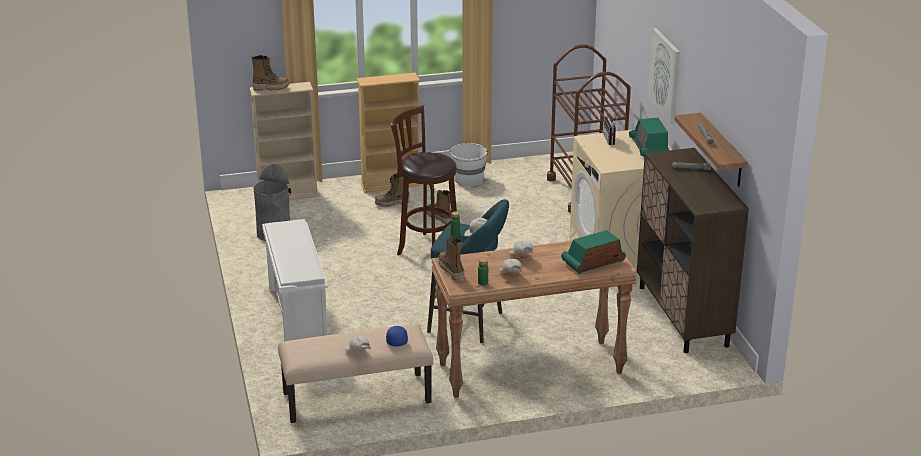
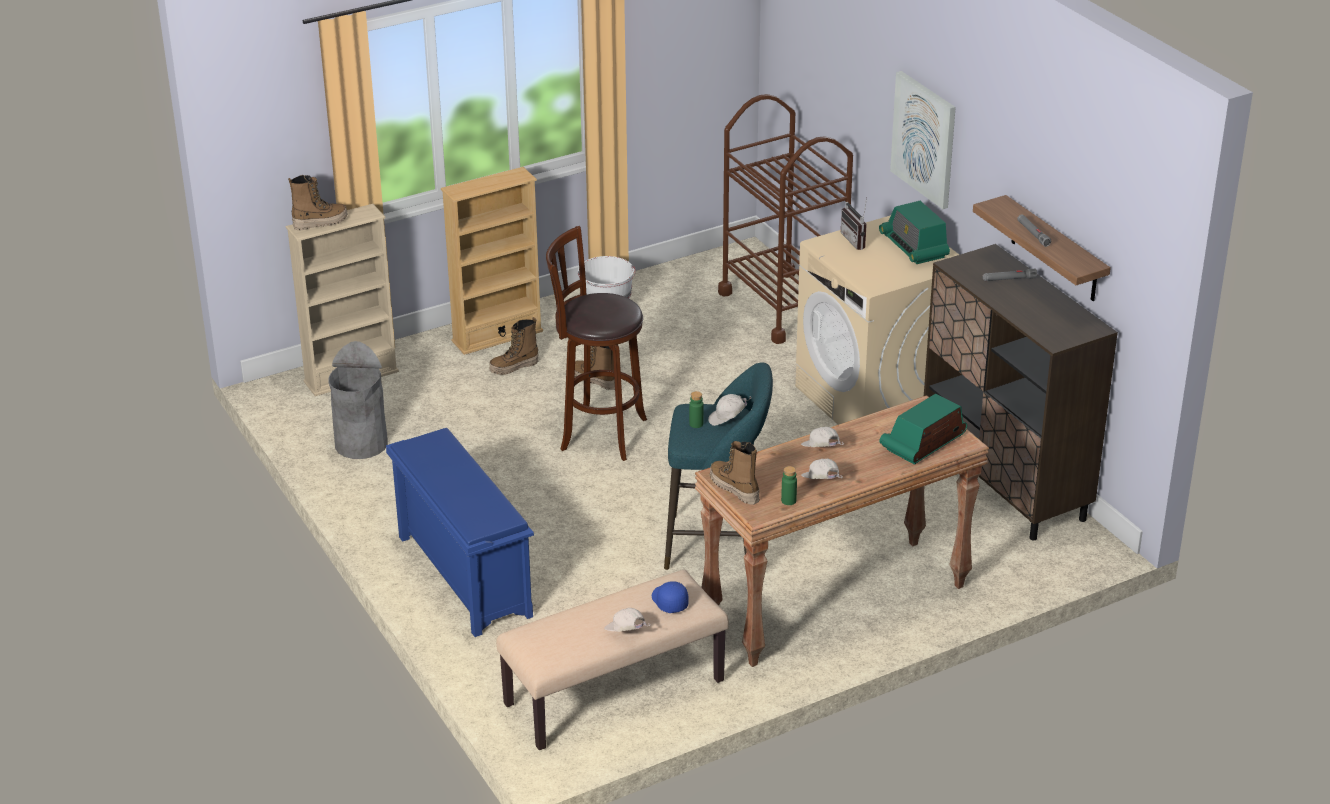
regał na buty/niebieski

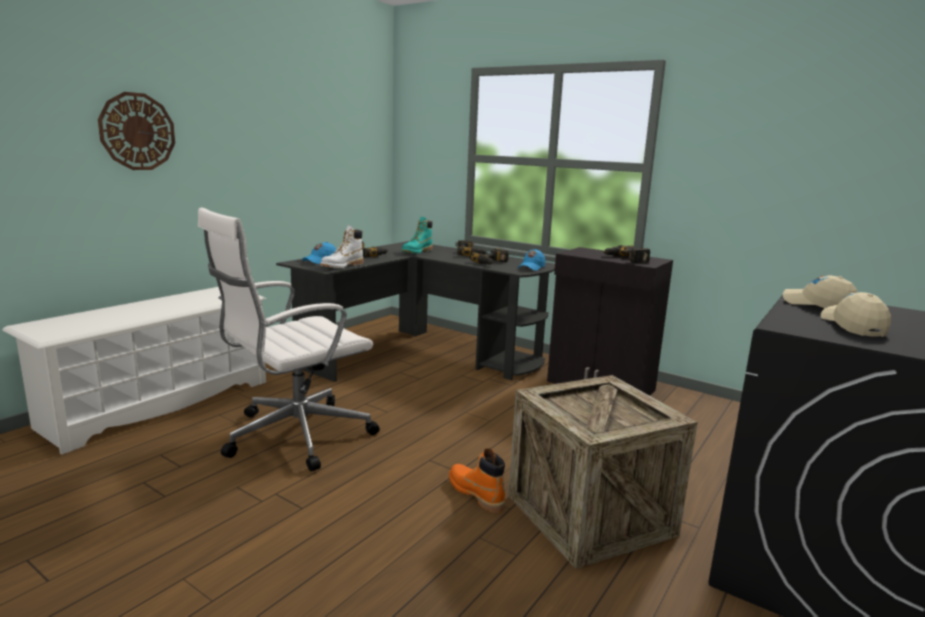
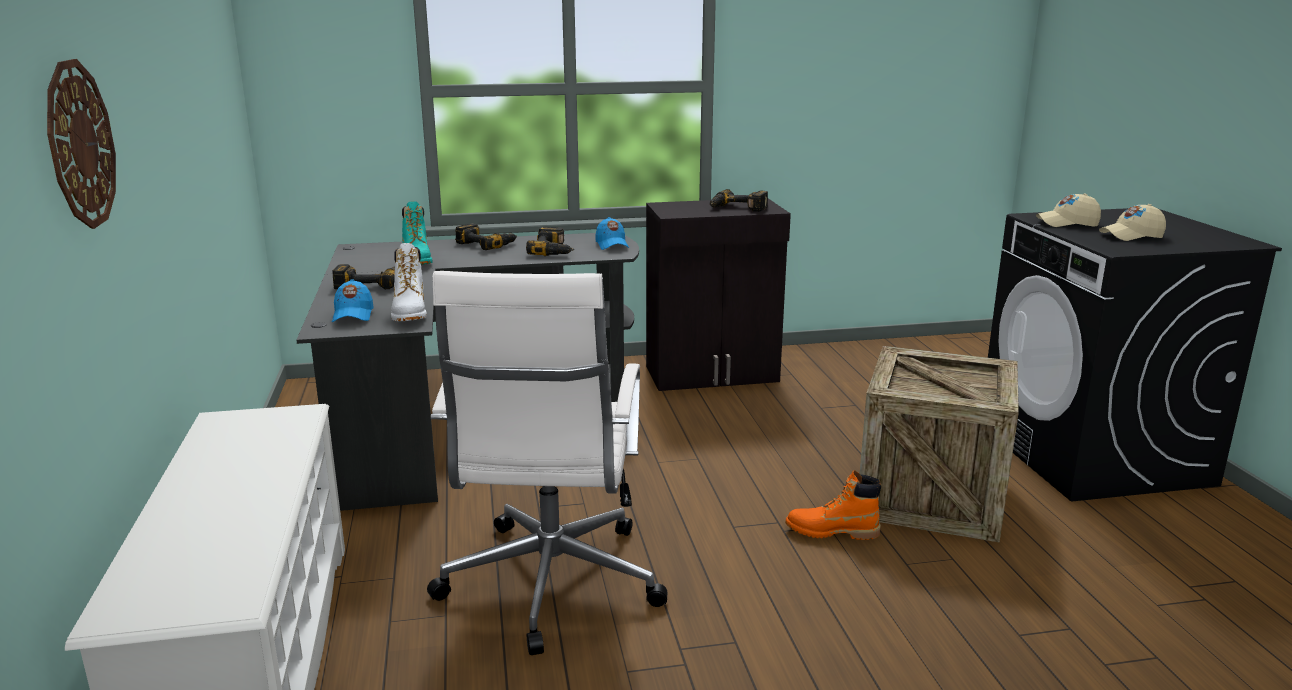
czapka z daszkiem/beżowy (2nd from left)

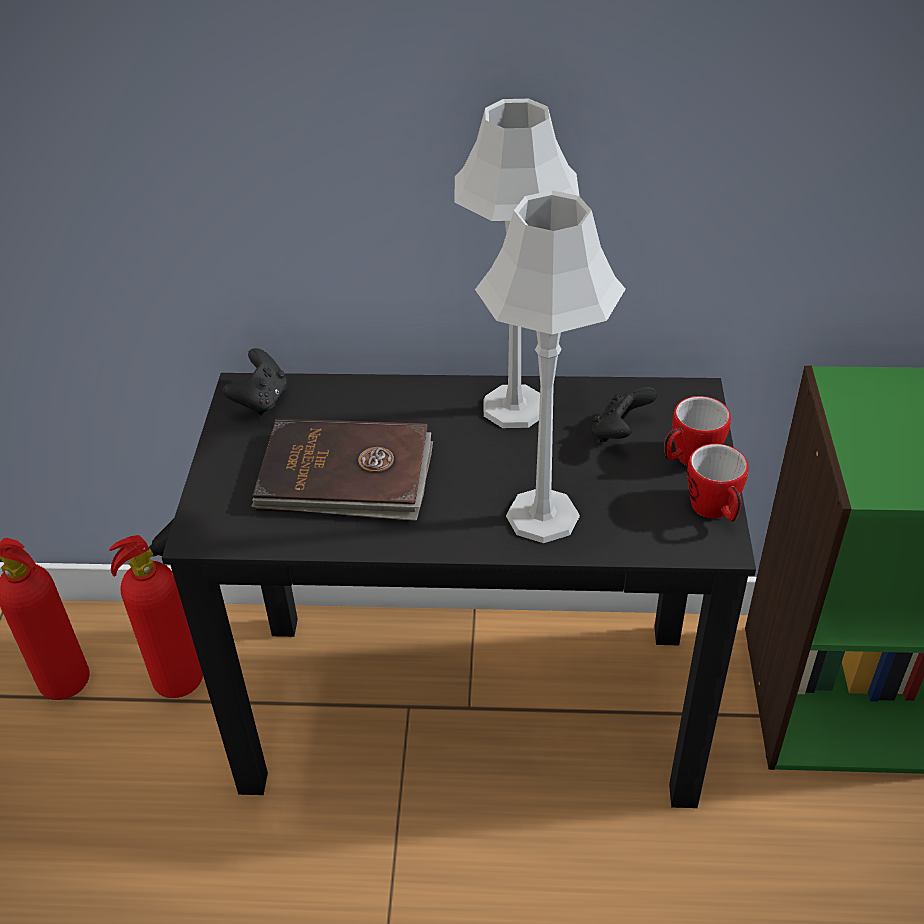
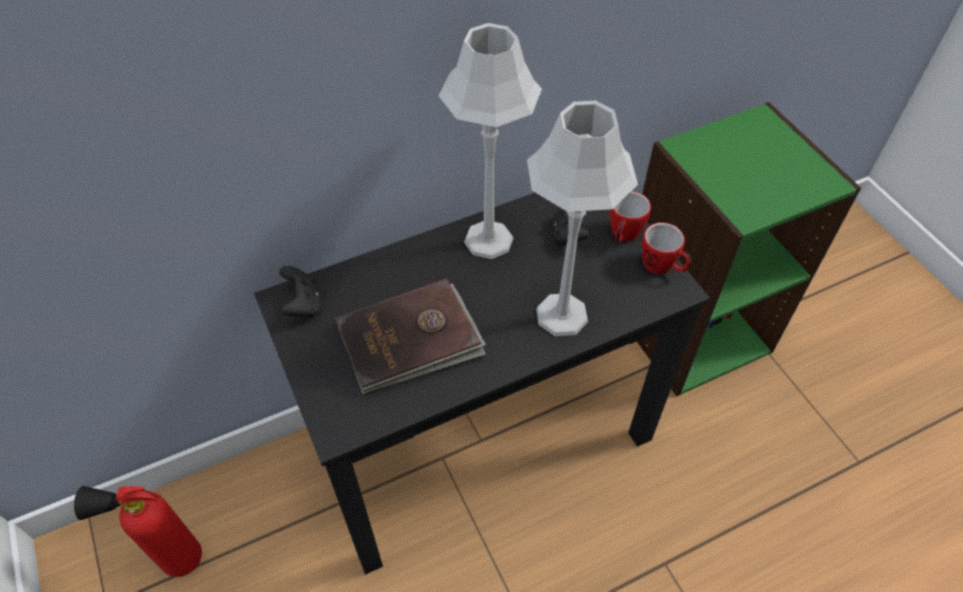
gaśnica (2nd from left in the first image)

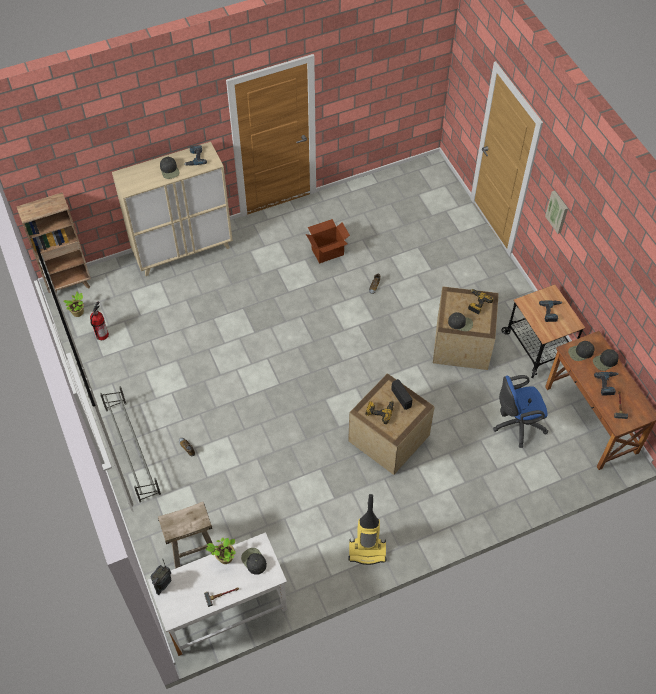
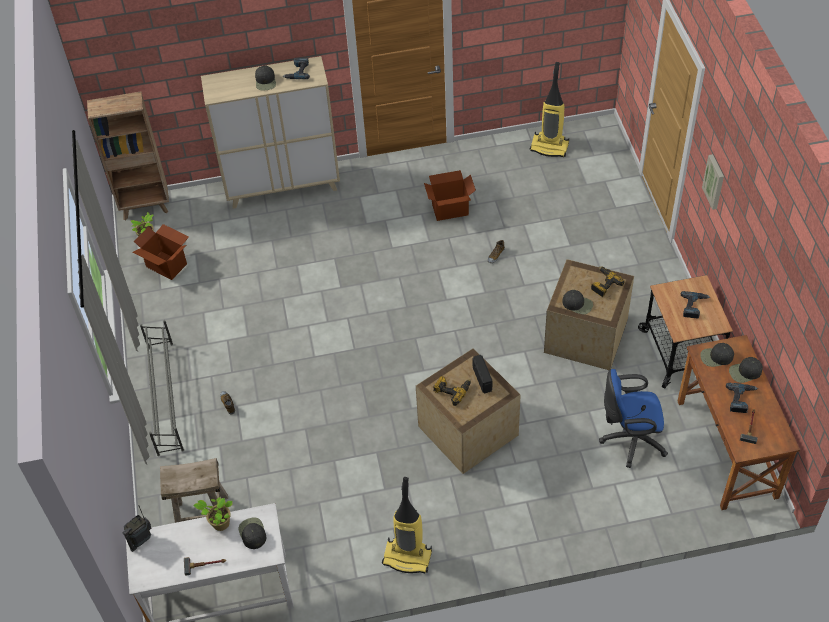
odkurzacz (2nd from left)
karton (1st from left)

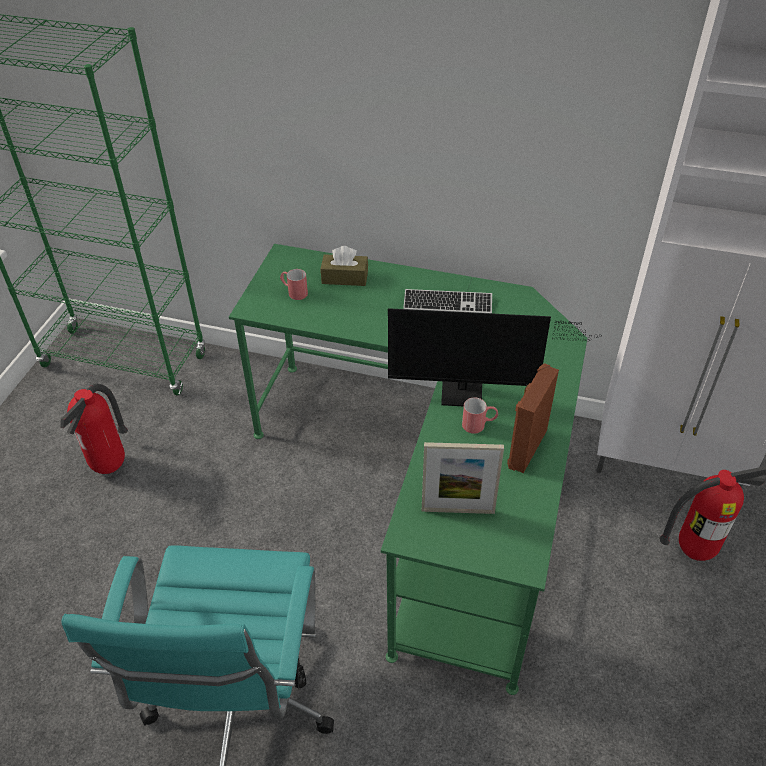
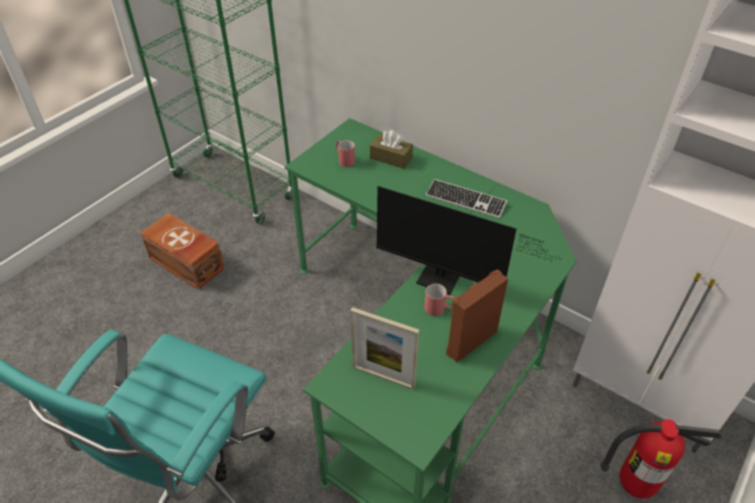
pojemnik do przechowywania/brązowy

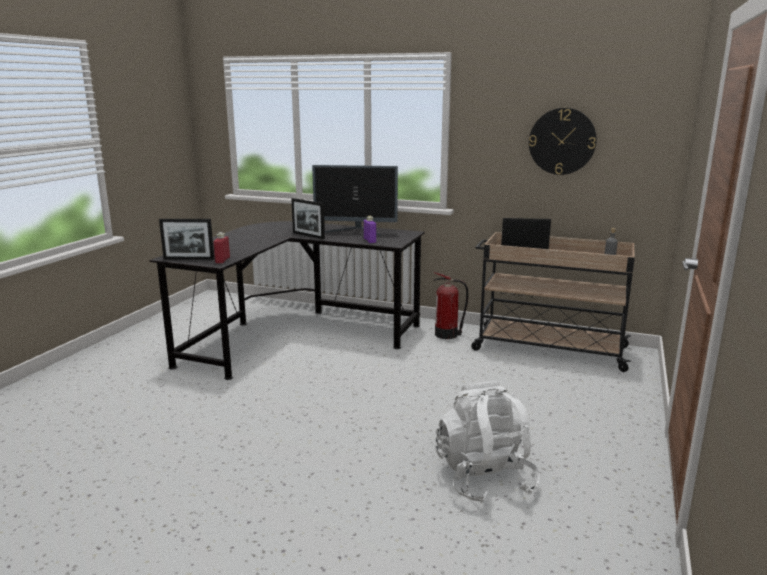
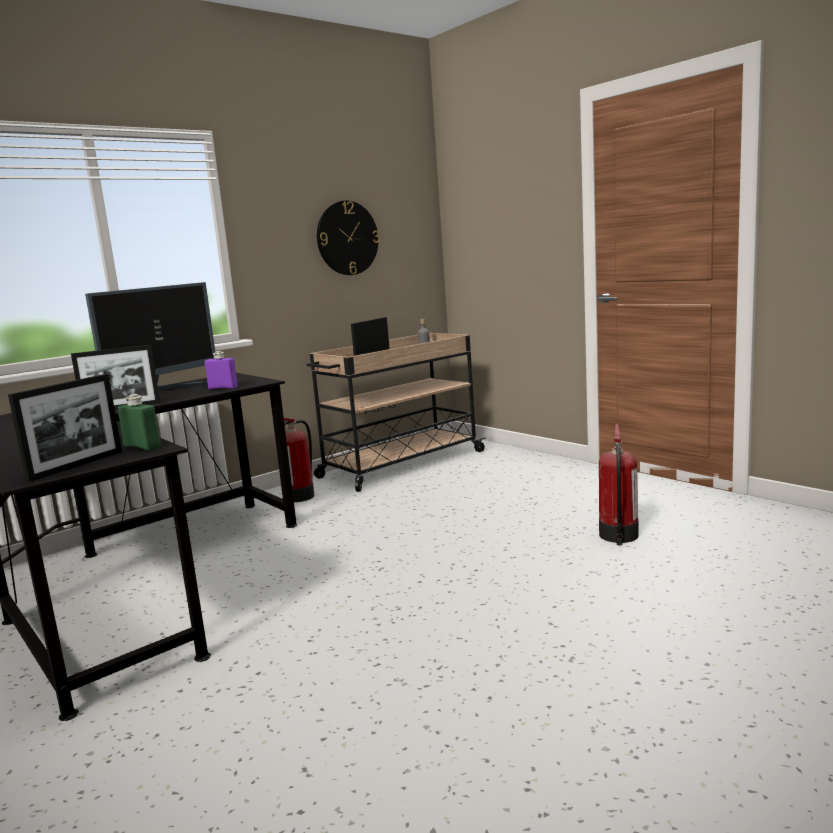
gaśnica (2nd from left)
butelka/zielony

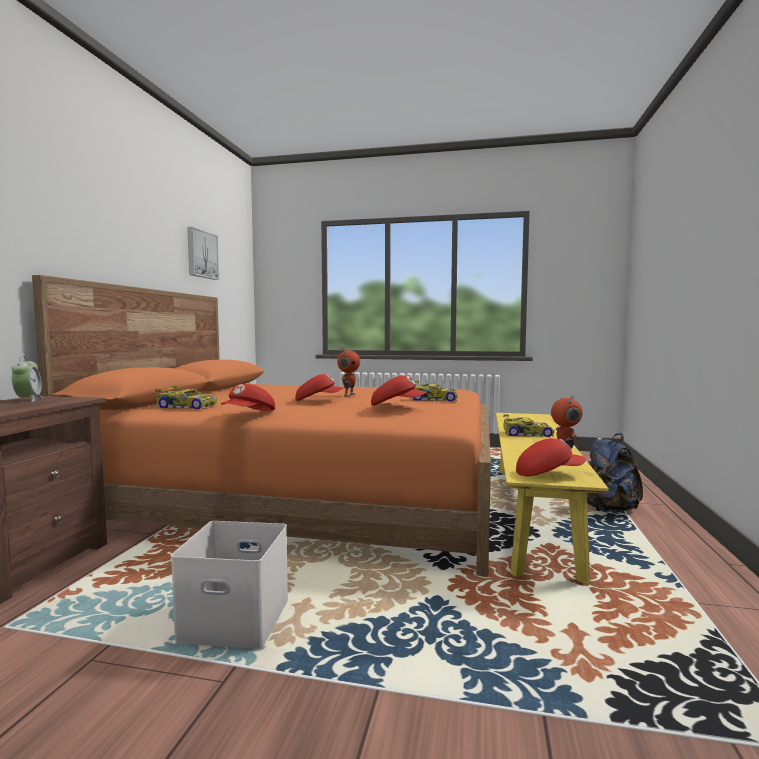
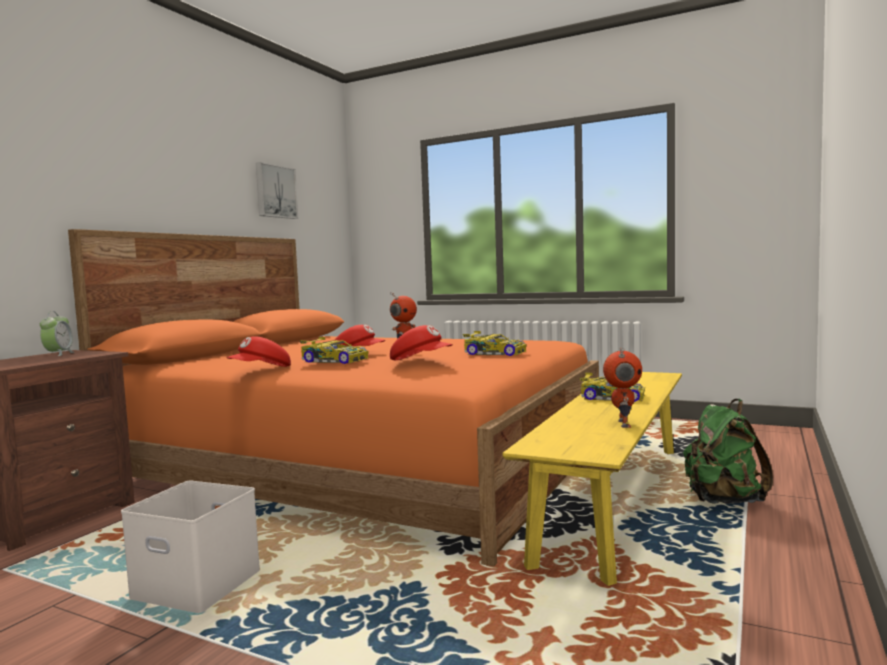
czapka z daszkiem/czerwony (4th from left in the first image)
samochodzik (1st from left)
plecak/zielony

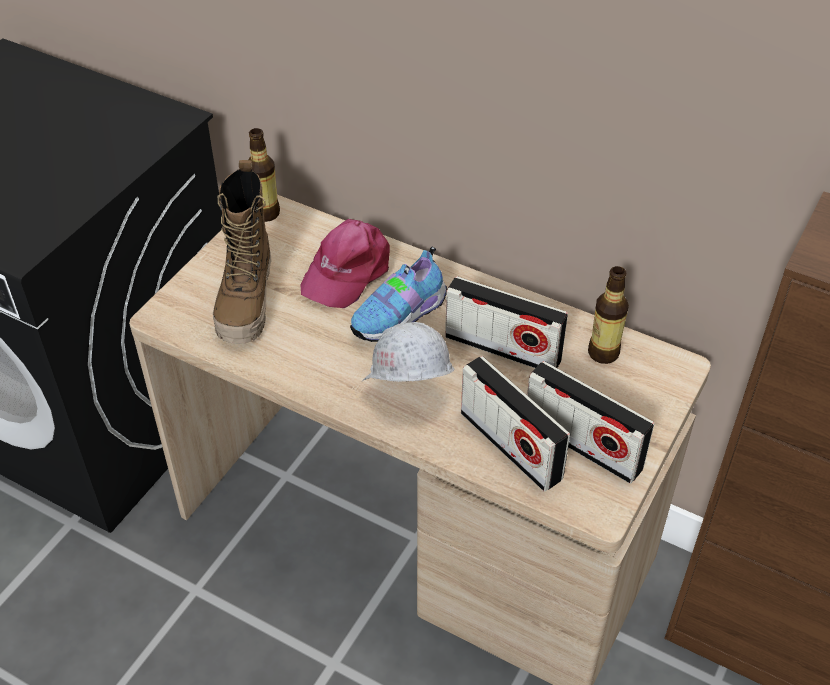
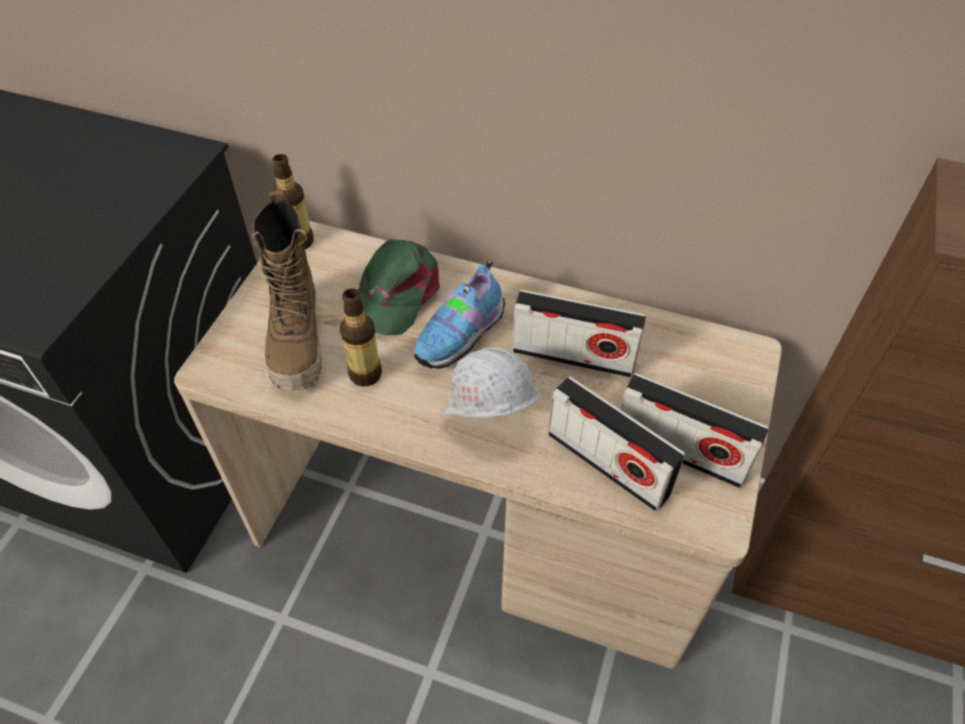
butelka (2nd from left)
czapka z daszkiem/zielony

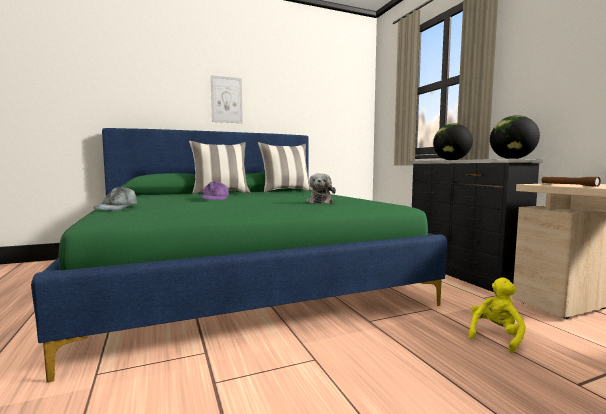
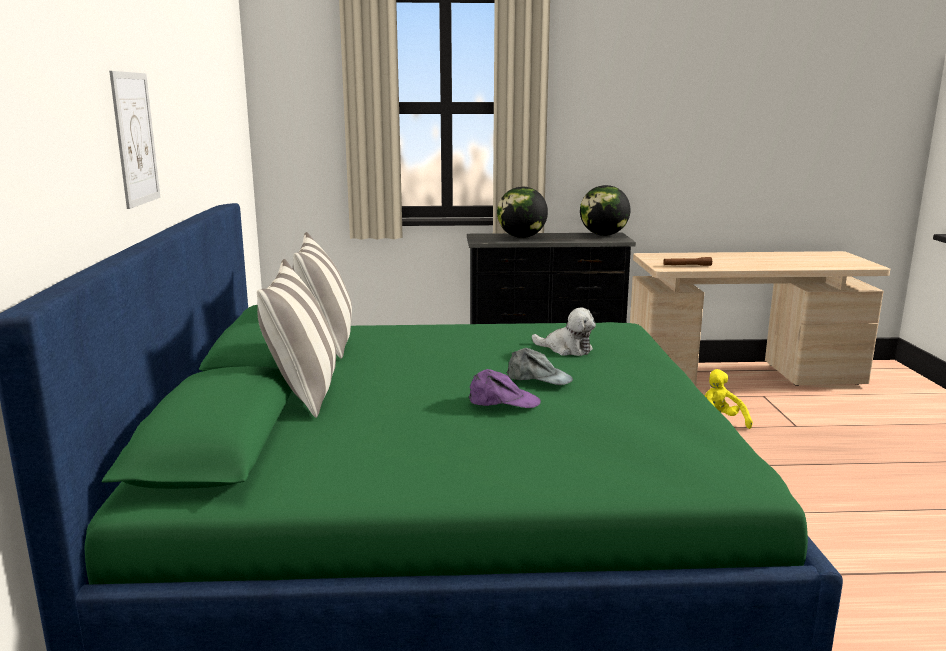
czapka z daszkiem/szary

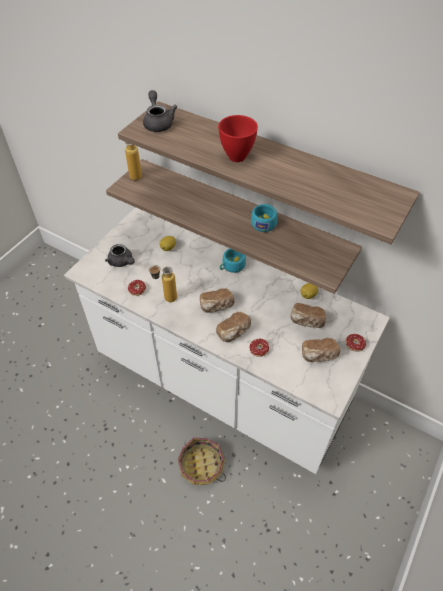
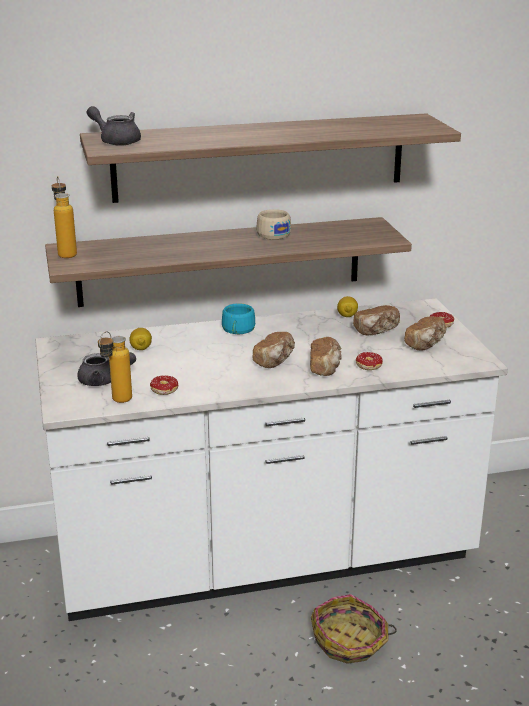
miska/czerwony
butelka (2nd from left)
filiżanka/beżowy

